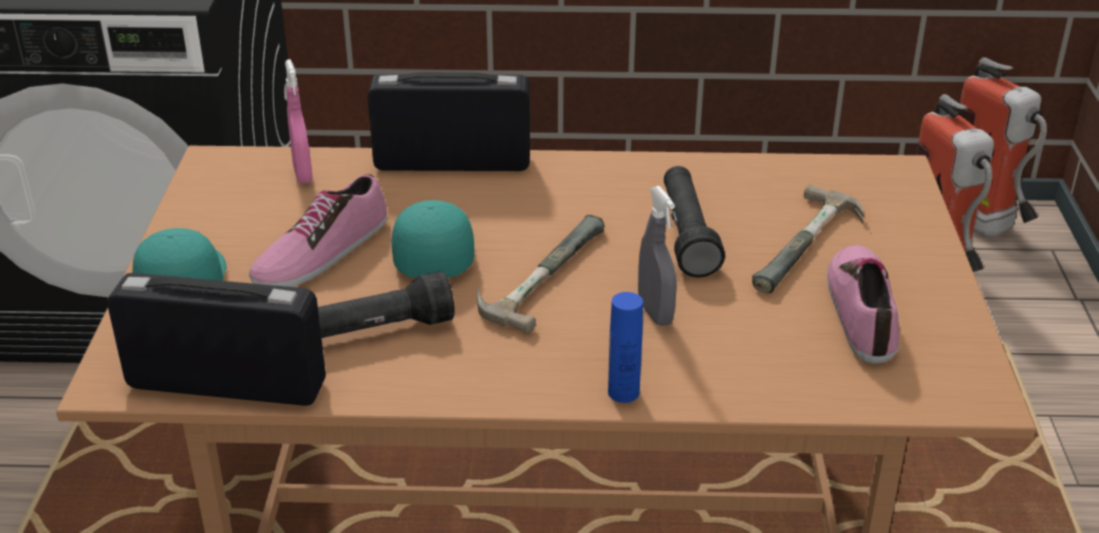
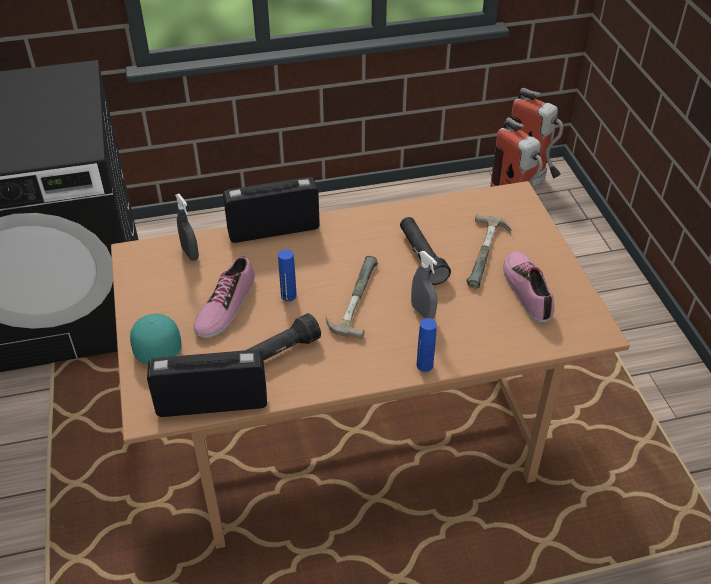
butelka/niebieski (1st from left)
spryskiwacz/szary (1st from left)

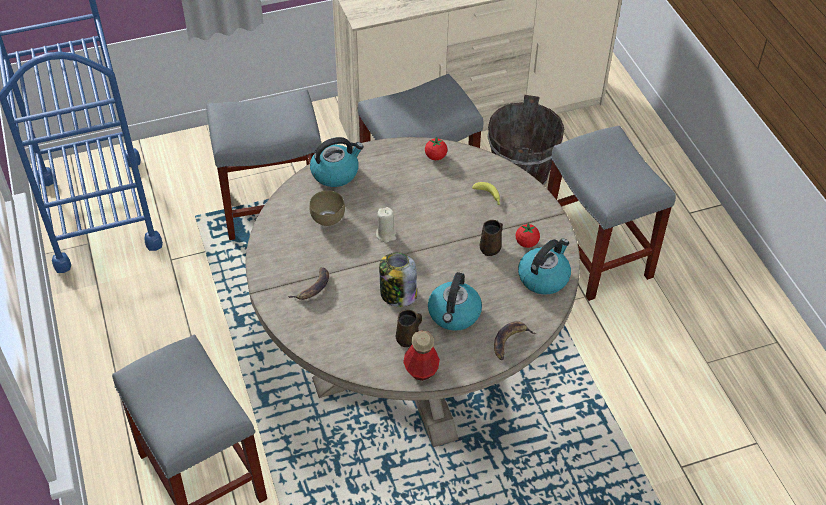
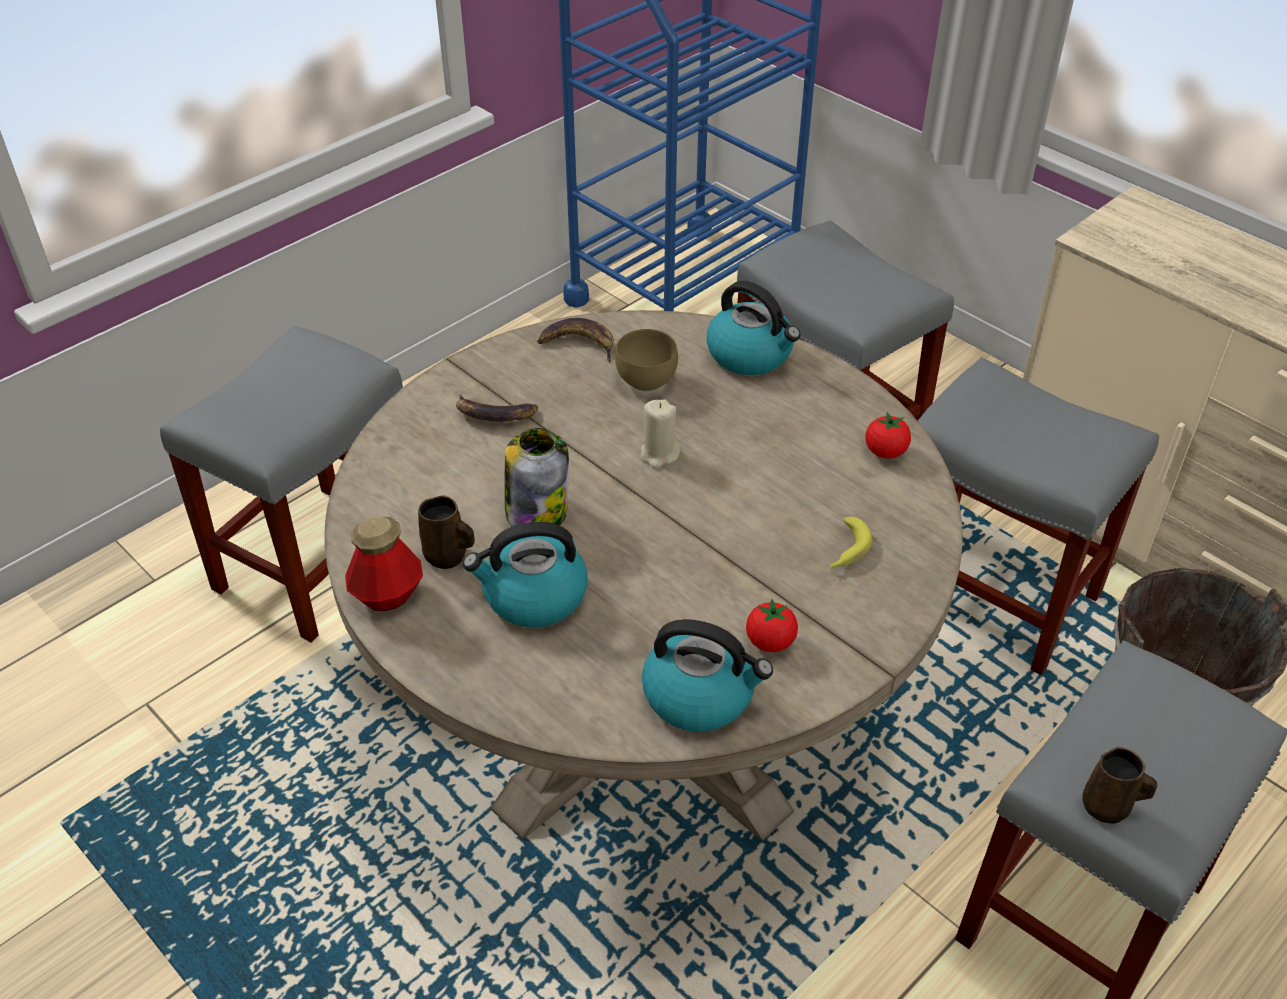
kubek/brązowy (2nd from left)
banan (2nd from left)

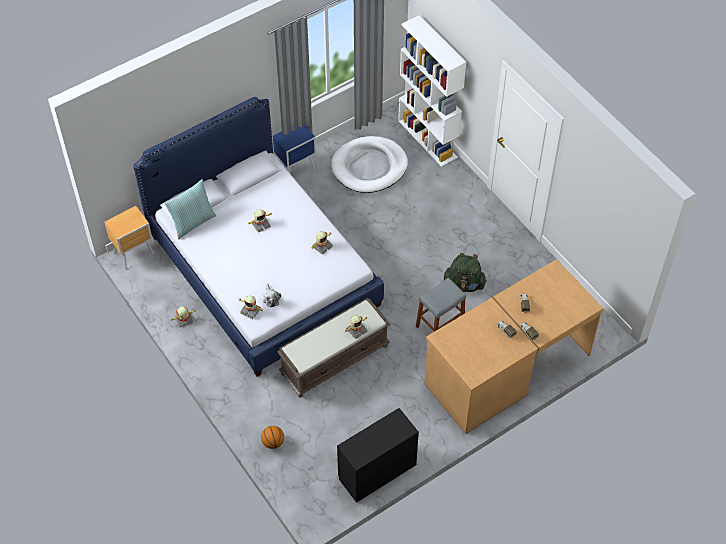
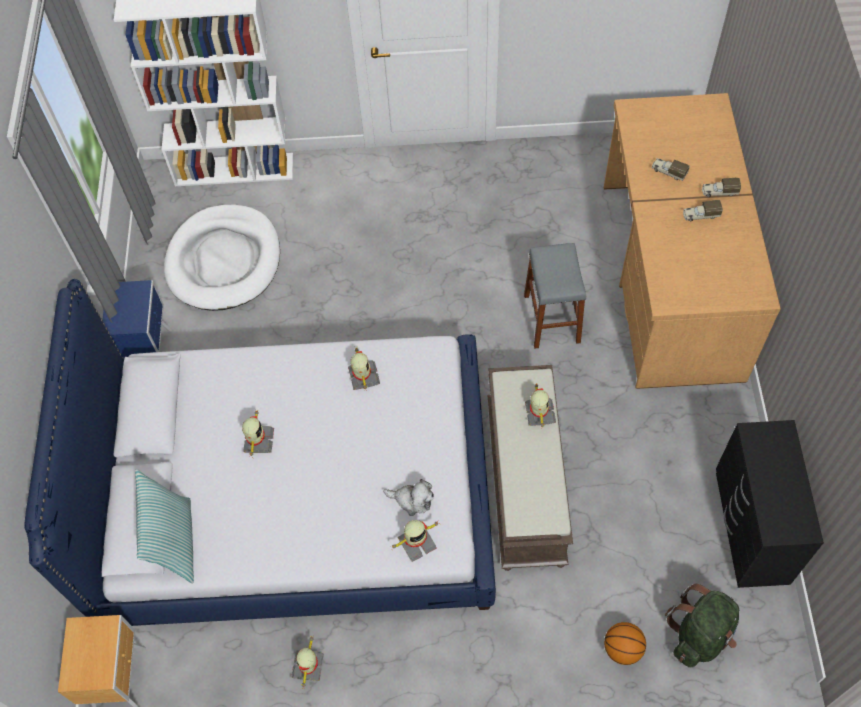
plecak/zielony

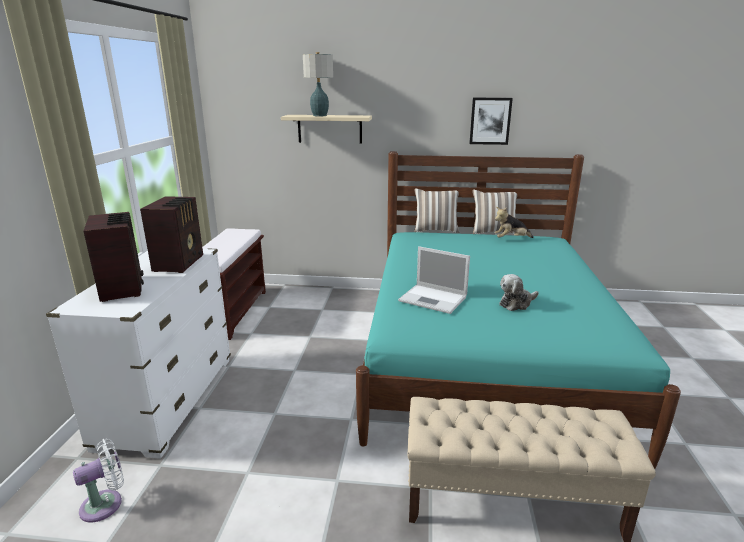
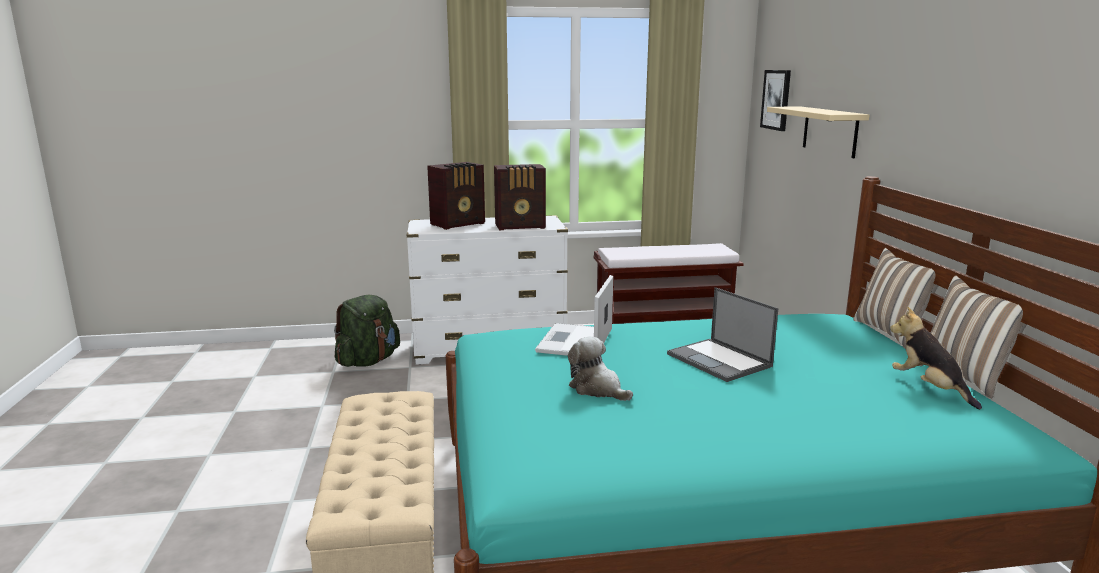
lampa stołowa
laptop (2nd from left)
obraz
plecak/zielony

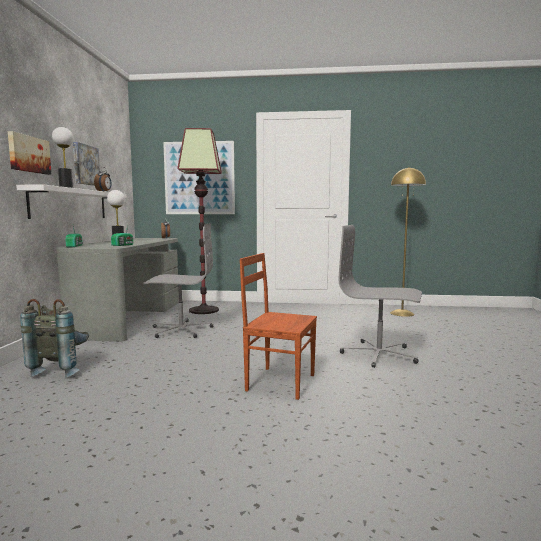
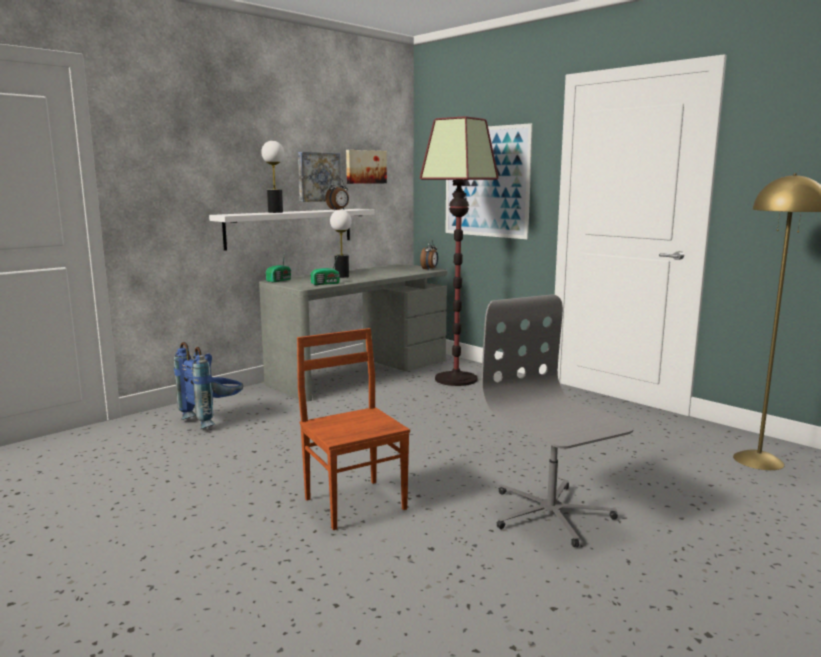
krzesło biurowe/szary (1st from left in the first image)
obraz (2nd from left)
plecak/niebieski

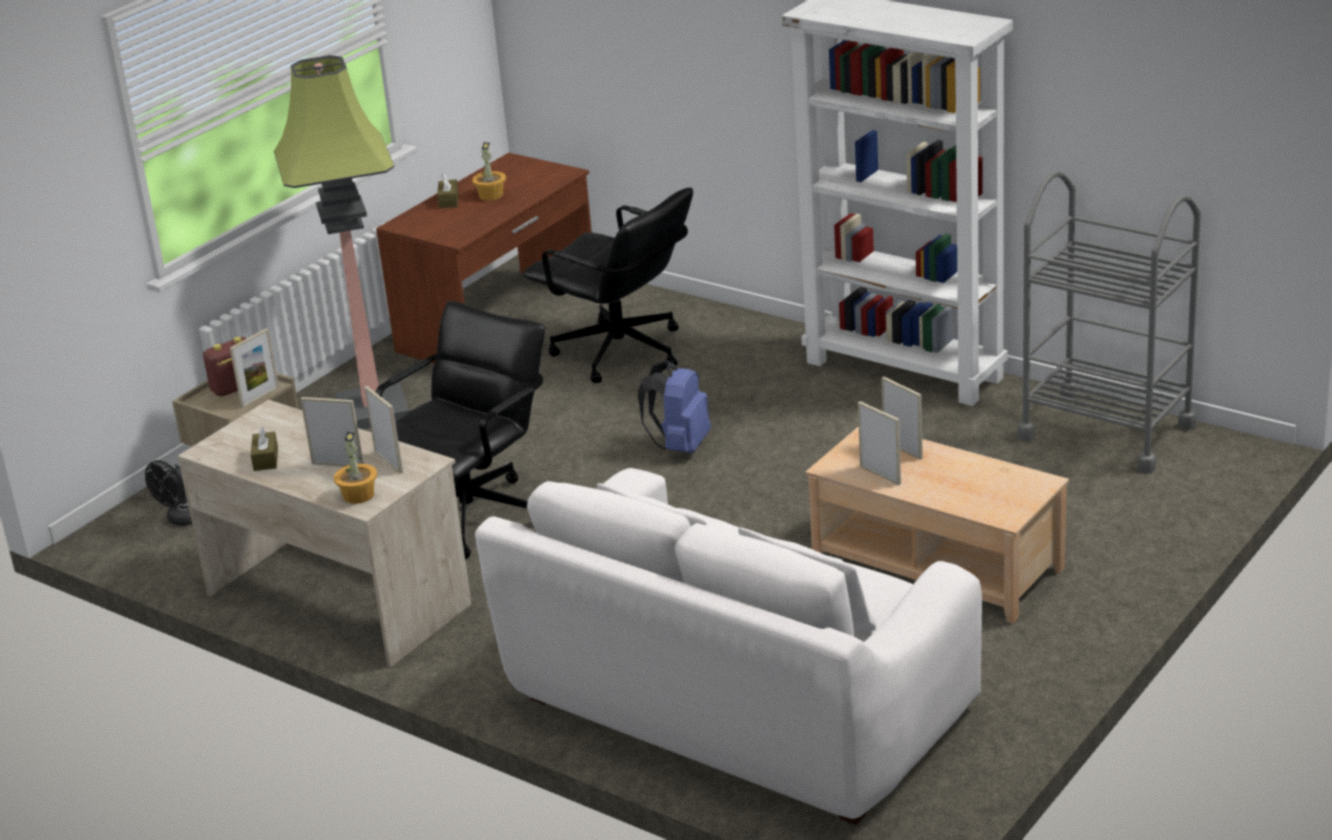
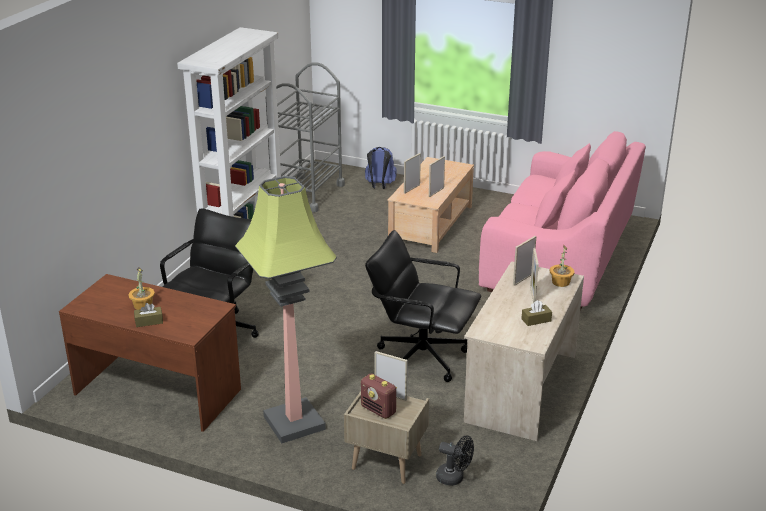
plecak/niebieski
kanapa/różowy

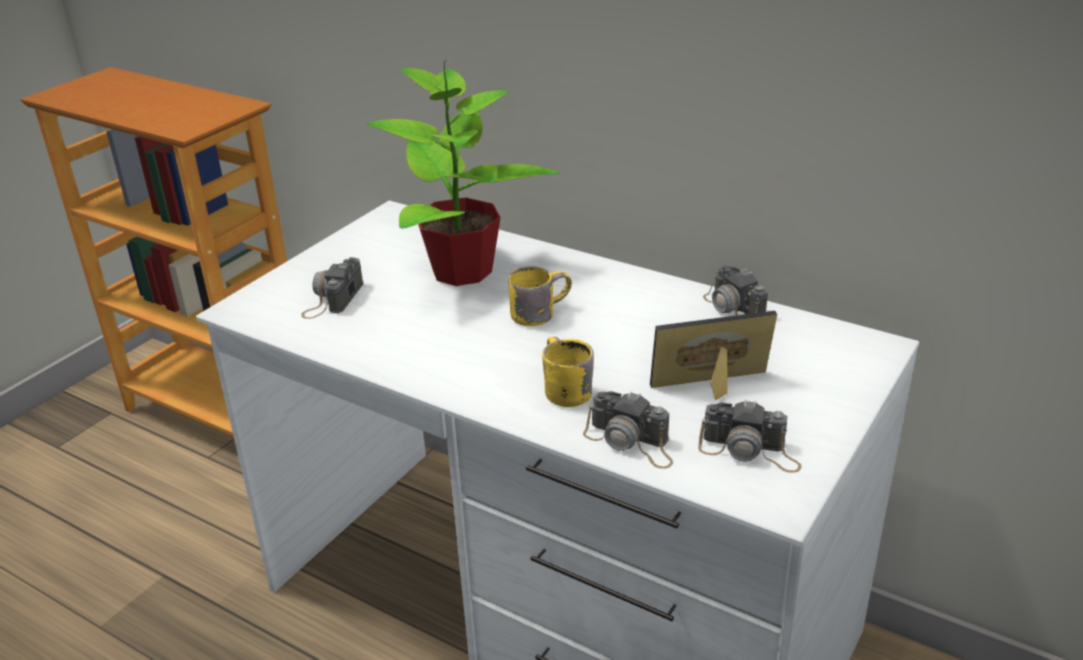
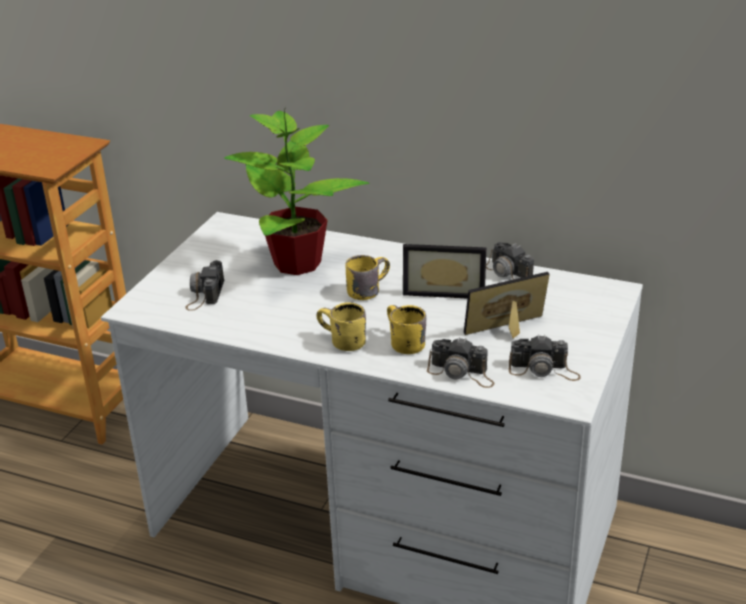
kubek/żółty (1st from left)
ramka na zdjęcie (1st from left)

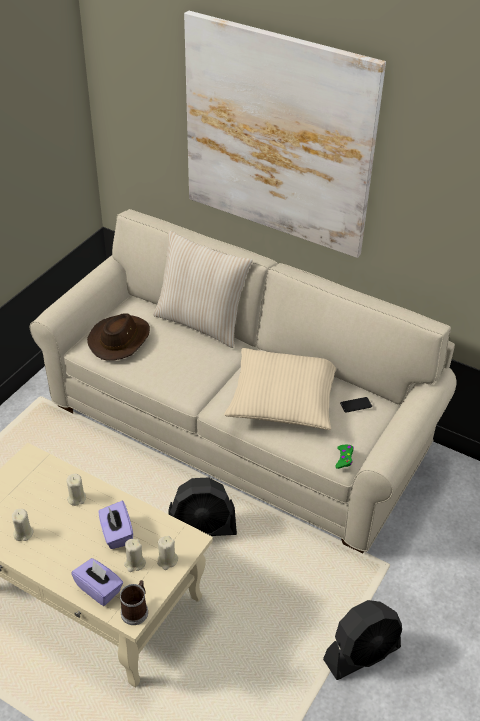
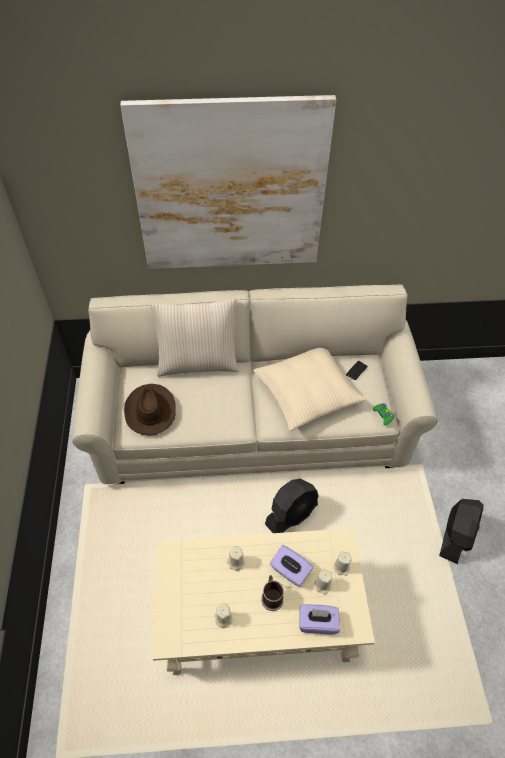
kubek

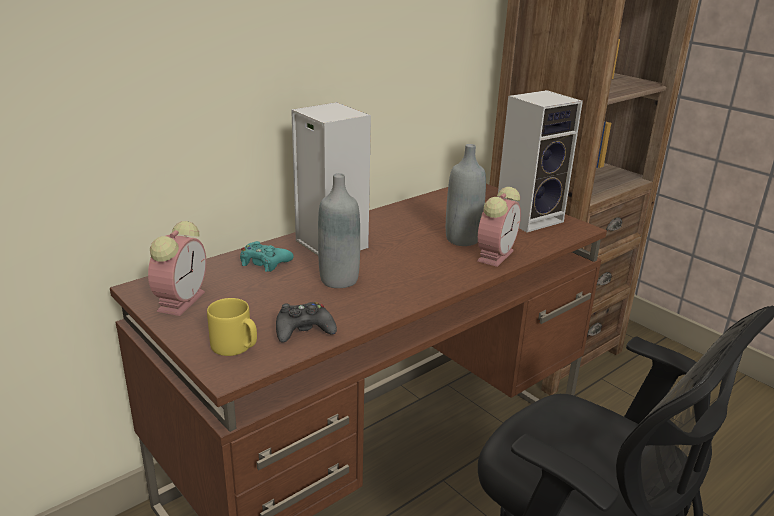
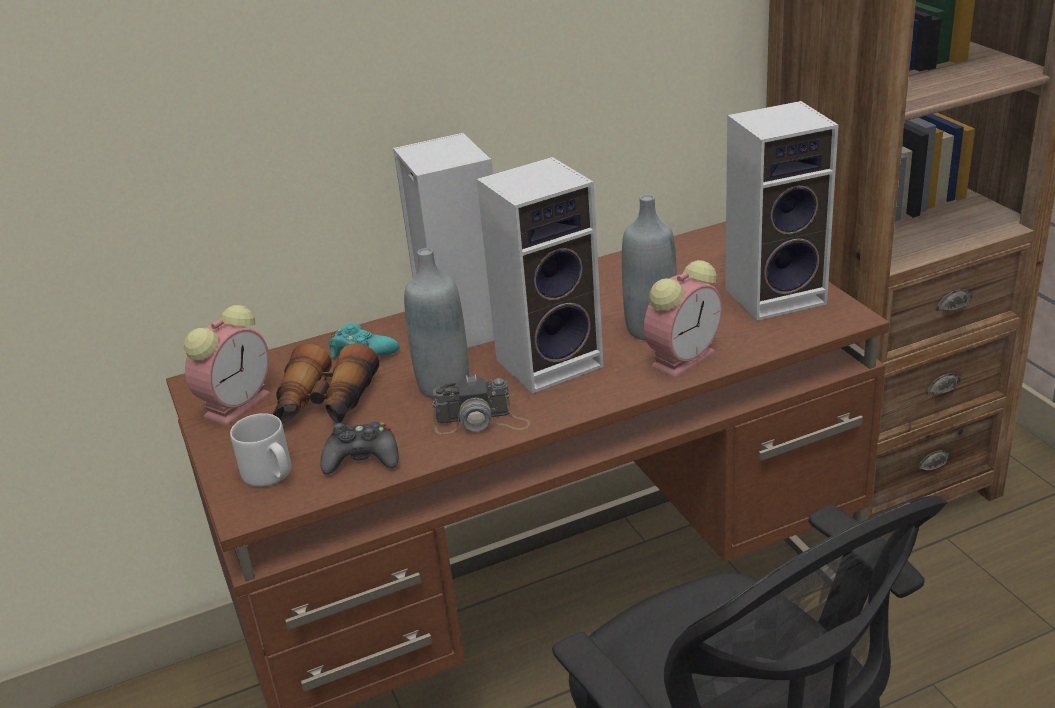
lornetka
aparat fotograficzny
głośnik (2nd from left)
kubek/szary

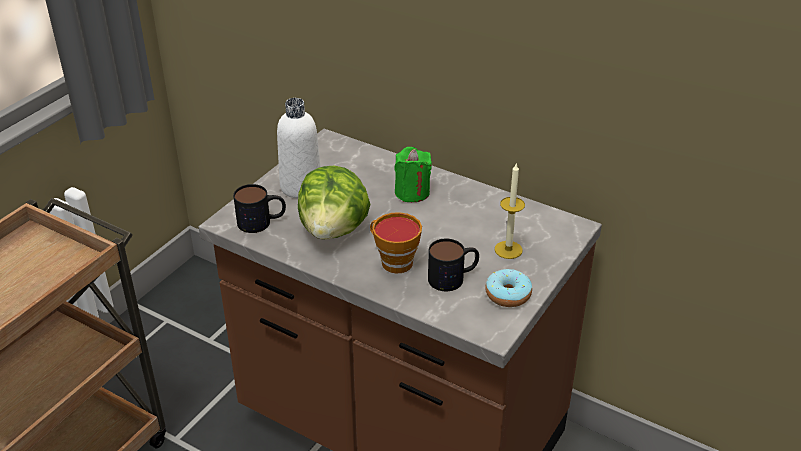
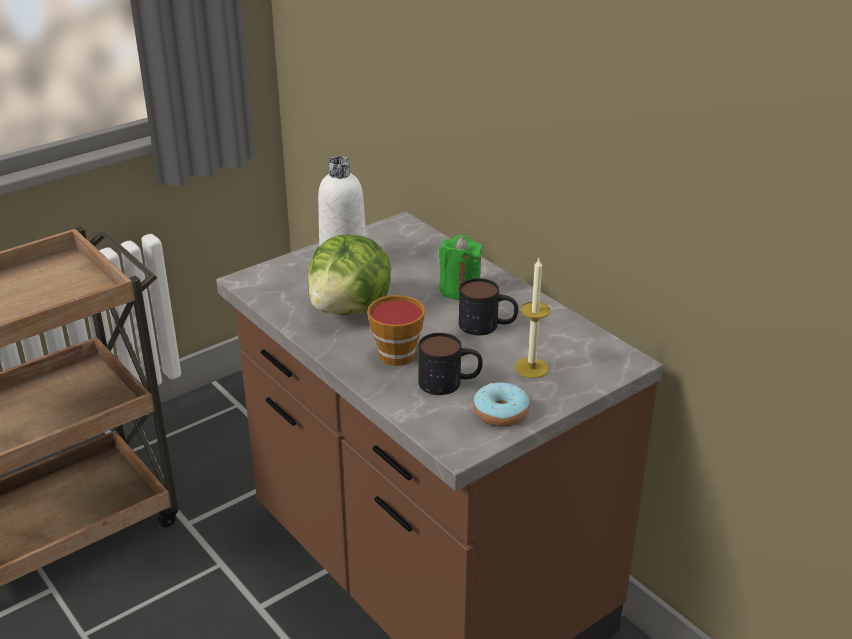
kubek (2nd from left)

